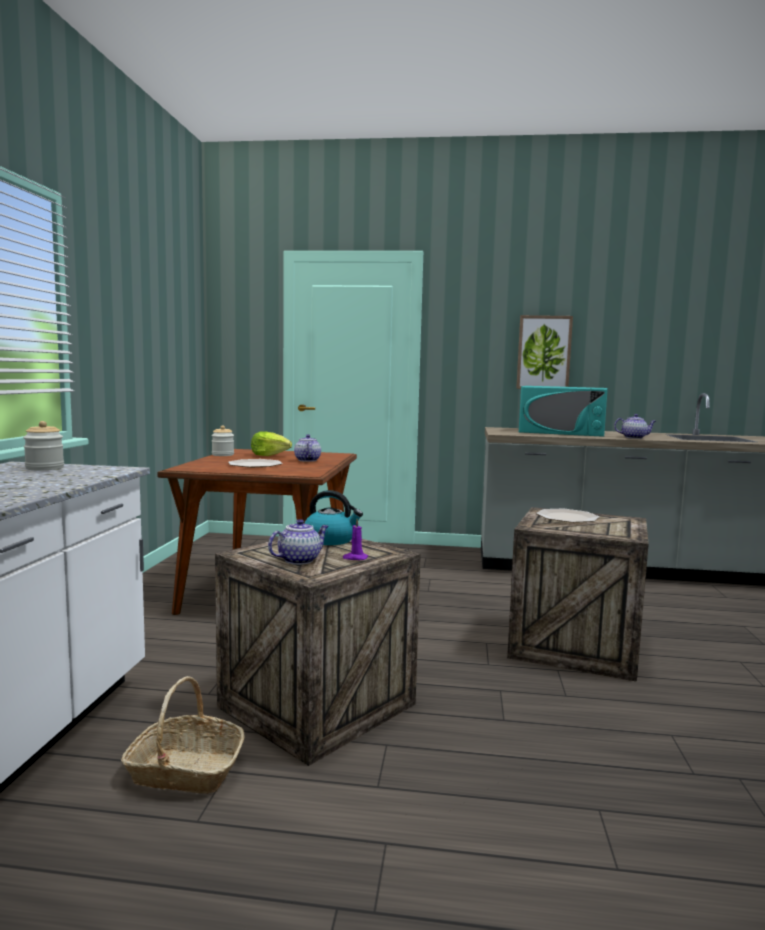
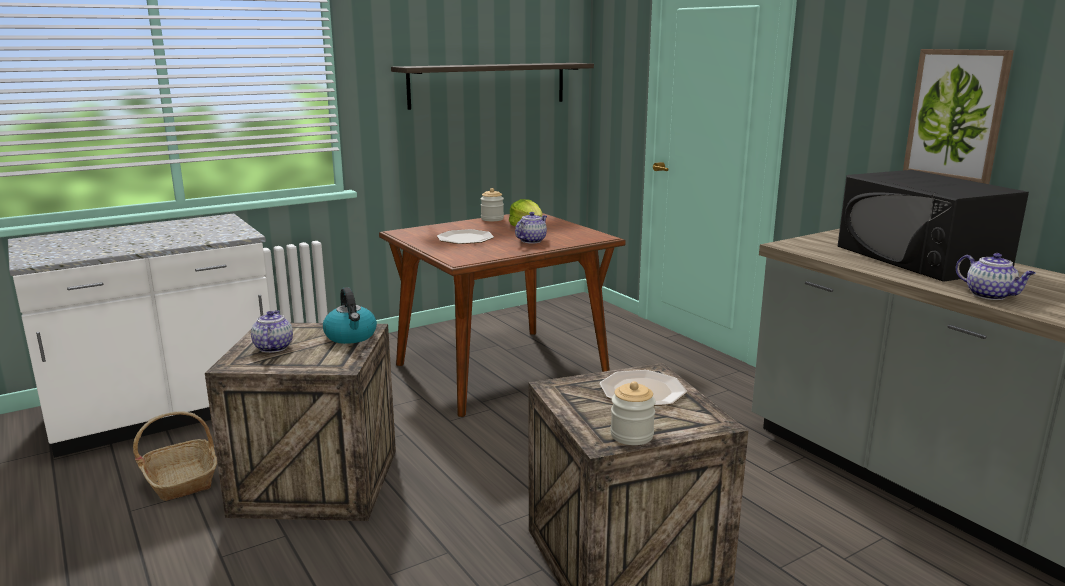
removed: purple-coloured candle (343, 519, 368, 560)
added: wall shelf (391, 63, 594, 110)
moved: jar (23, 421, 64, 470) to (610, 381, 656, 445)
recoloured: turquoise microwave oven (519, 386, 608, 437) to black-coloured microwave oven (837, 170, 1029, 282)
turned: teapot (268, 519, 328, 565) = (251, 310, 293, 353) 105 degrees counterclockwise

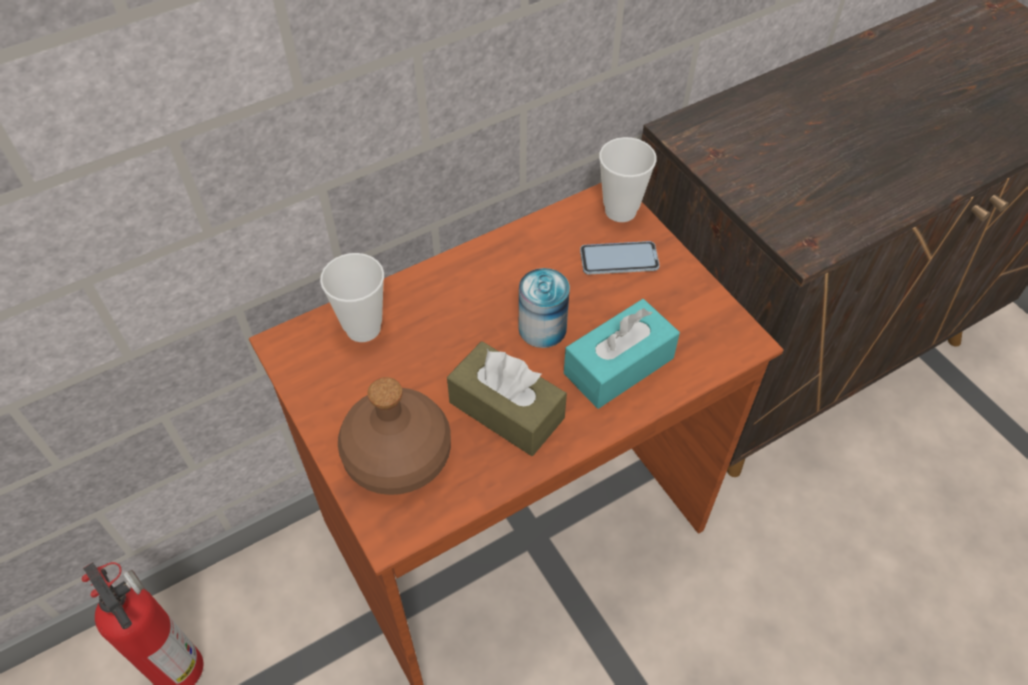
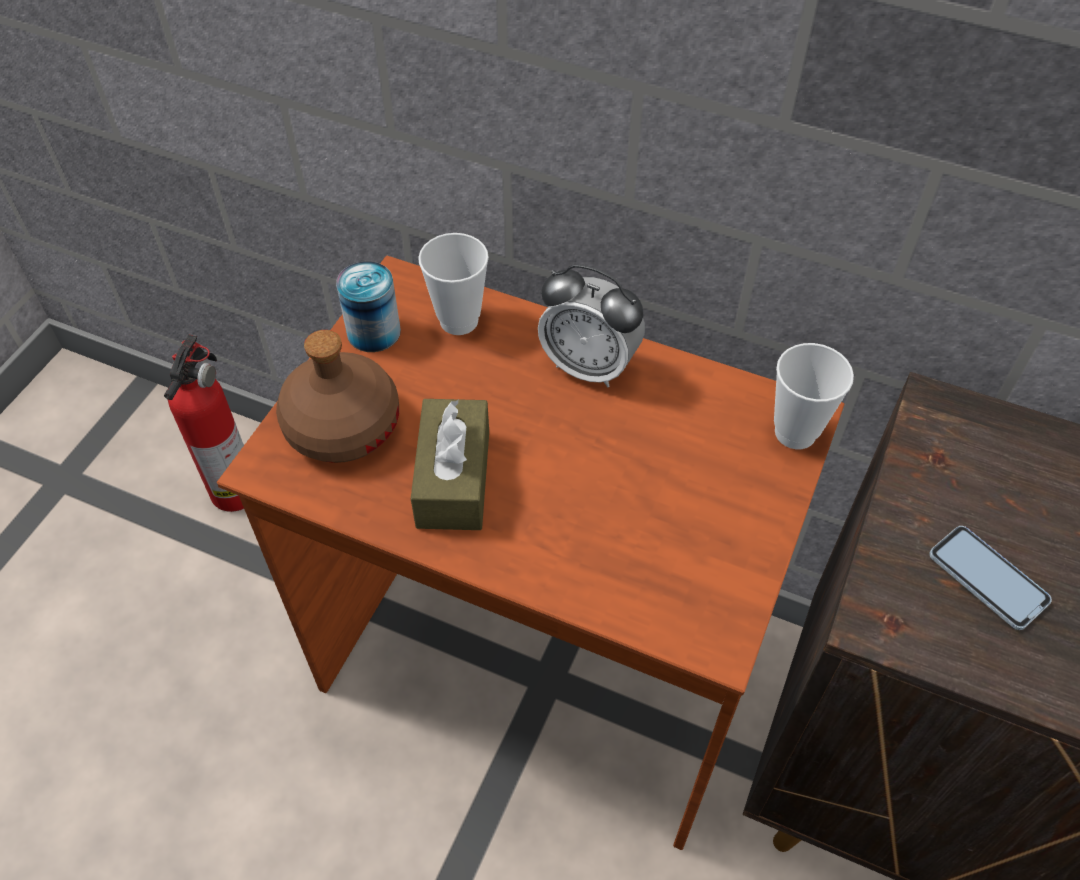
removed: turquoise tissue holder (564, 299, 680, 409)
added: table clock (538, 264, 645, 387)
moved: metal can (519, 268, 570, 348) to (336, 261, 401, 352); phone (580, 241, 660, 275) to (929, 526, 1052, 630)

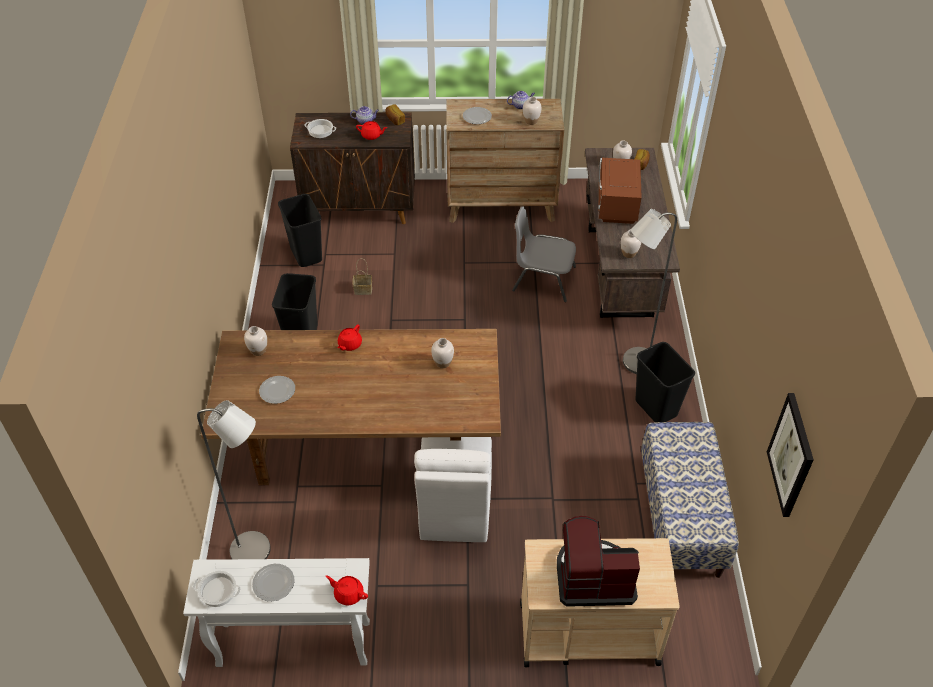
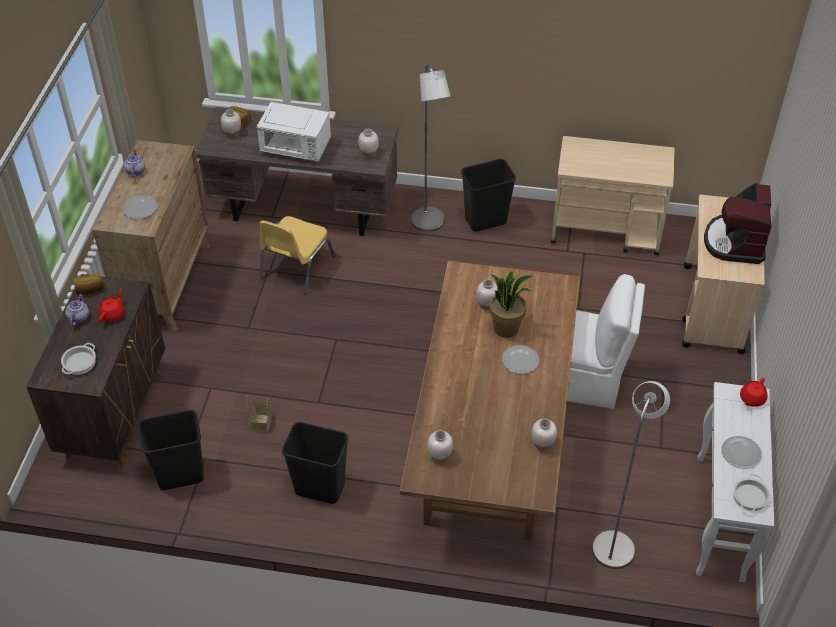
removed: reddish teapot (338, 324, 362, 351); wall art (767, 393, 814, 517)
added: plant in a pot (490, 272, 533, 338)
moved: flat dish (259, 376, 295, 404) to (502, 345, 539, 374); white vase (523, 97, 541, 125) to (531, 419, 557, 451)
replaced: indoor bench (641, 422, 739, 578) to beige-coloured wheeled cart (551, 136, 675, 255)
recoloured: greyish chair (512, 206, 576, 302) to yellow-coloured chair (259, 216, 336, 294); brown microwave oven (598, 158, 642, 224) to white microwave oven (256, 102, 331, 162)

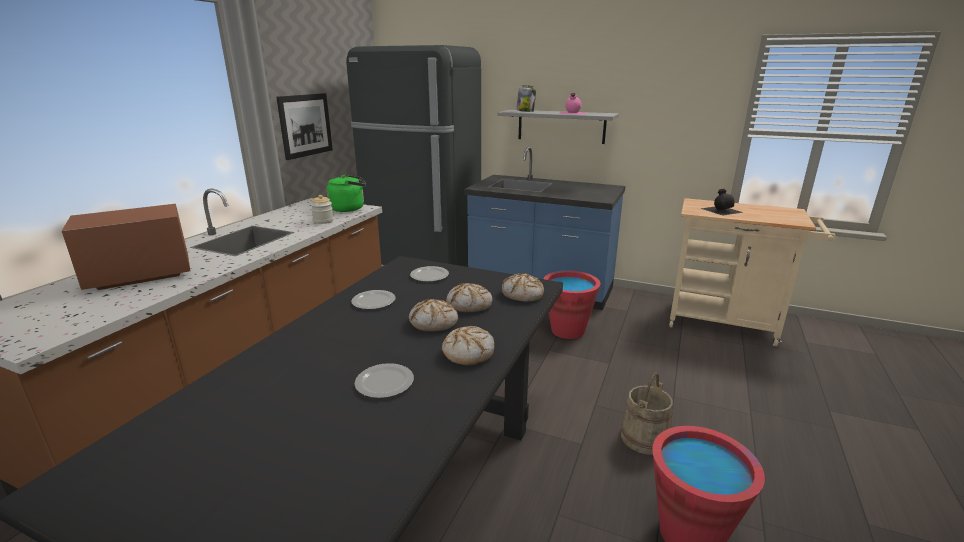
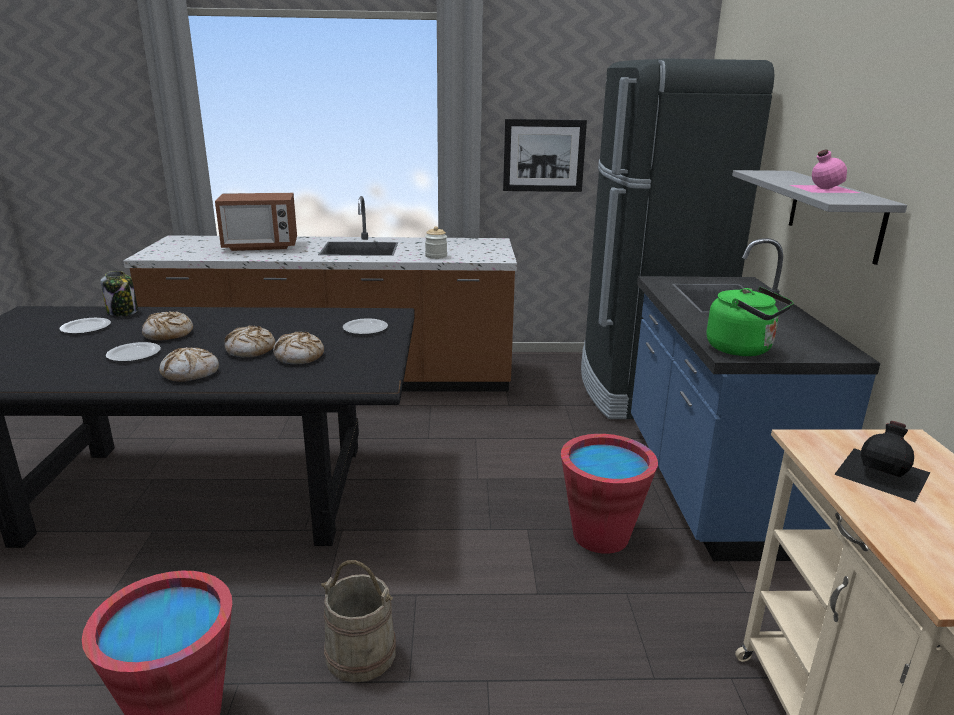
moved: green water kettle (326, 174, 366, 212) to (706, 287, 793, 356); flat dish (351, 290, 396, 309) to (60, 318, 111, 334); baked bread (502, 273, 544, 302) to (142, 311, 193, 341); jar (516, 85, 536, 112) to (100, 271, 138, 316)
turned: microwave oven (62, 204, 190, 290) = (215, 193, 297, 251) 135 degrees clockwise

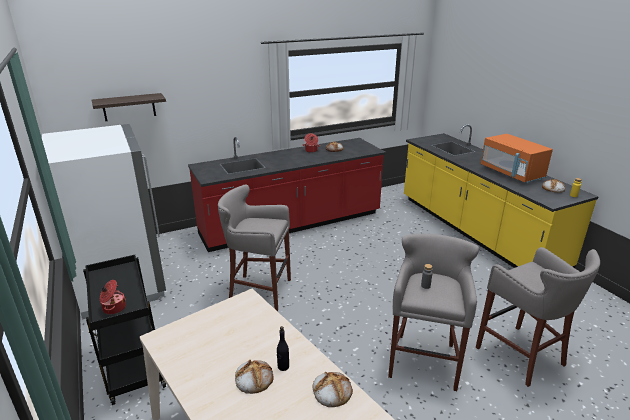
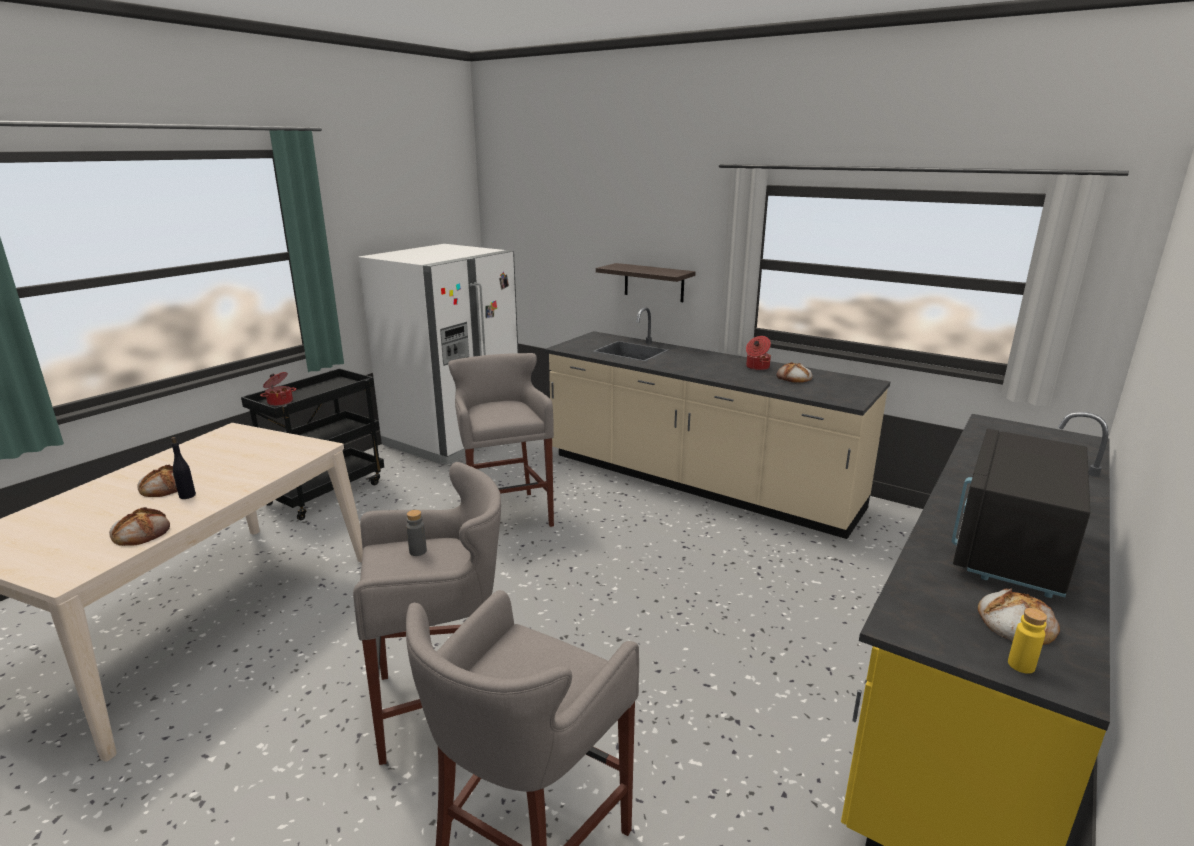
moved: wall shelf (92, 93, 166, 121) to (596, 263, 696, 302)
recoloured: reddish counter (188, 137, 386, 252) to beige-coloured counter (545, 307, 890, 539); orange microwave oven (481, 134, 553, 183) to black-coloured microwave oven (952, 429, 1090, 598)

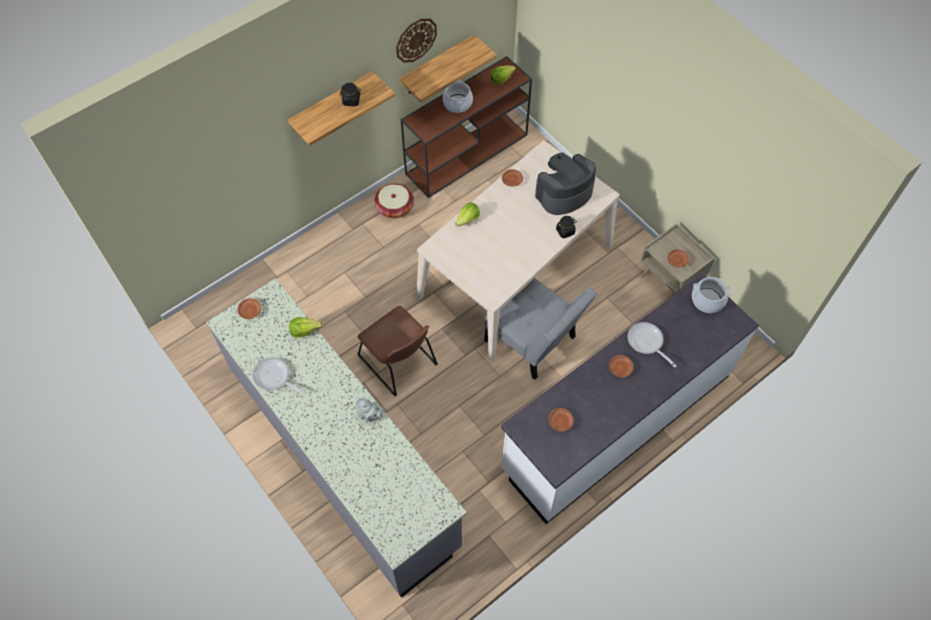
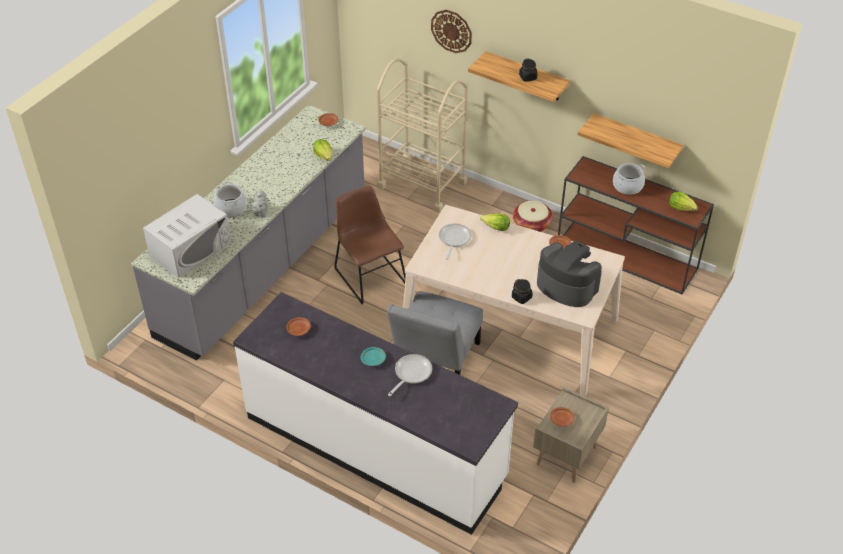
added: white microwave oven (143, 194, 231, 278); beige-coloured wheeled cart (377, 58, 468, 213)
moved: pan (253, 357, 305, 394) to (439, 223, 472, 260); wall clock (396, 19, 437, 63) to (431, 10, 472, 53); saucepot (692, 277, 733, 313) to (214, 181, 247, 217)
recoloured: brown flat dish (609, 355, 633, 378) to turquoise flat dish (361, 347, 386, 366)
turned: brown chair (357, 306, 438, 396) = (334, 185, 406, 304) 120 degrees clockwise

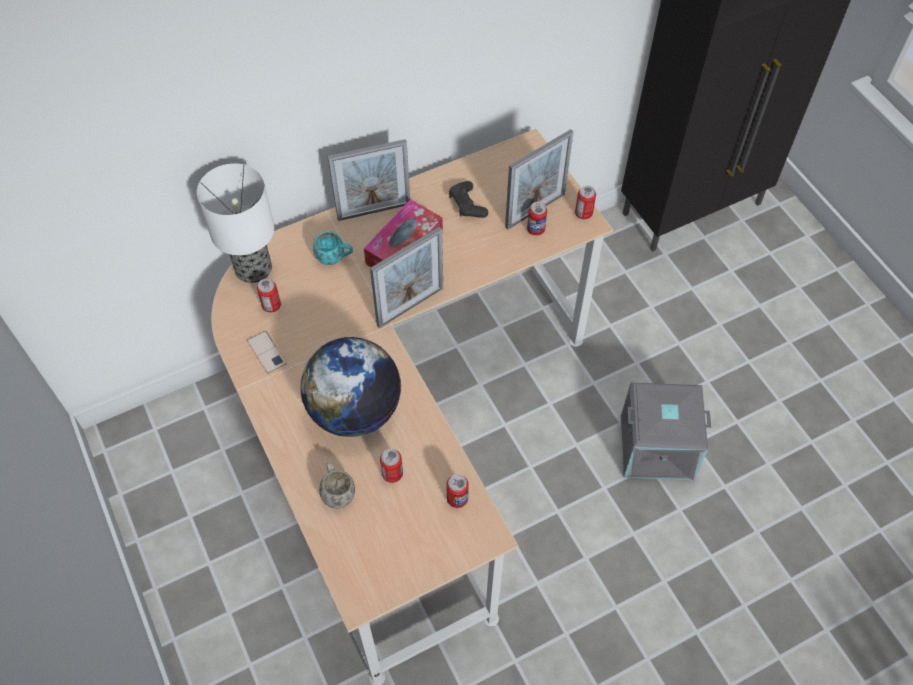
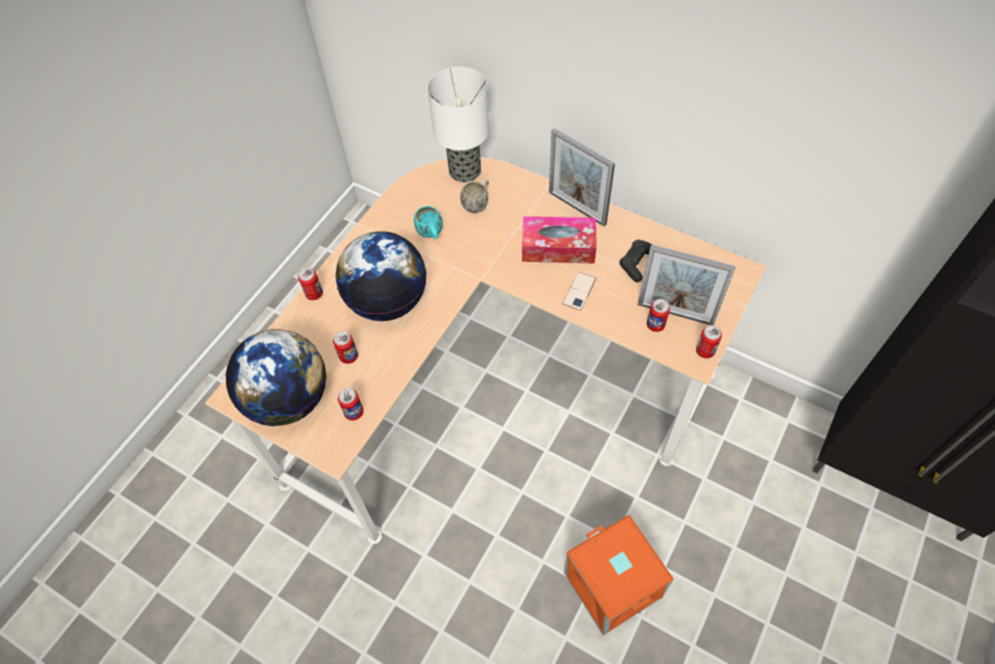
removed: picture frame (370, 227, 443, 328)
added: desk globe (226, 329, 326, 426)
moved: phone (247, 331, 287, 374) to (562, 272, 596, 311); metal can (257, 279, 281, 313) to (298, 268, 323, 300); turquoise tea mug (313, 231, 353, 265) to (414, 206, 443, 239); white tea mug (319, 462, 355, 509) to (460, 179, 489, 213)
recoloured: greyish storage box (621, 383, 711, 480) to orange storage box (564, 515, 674, 635)

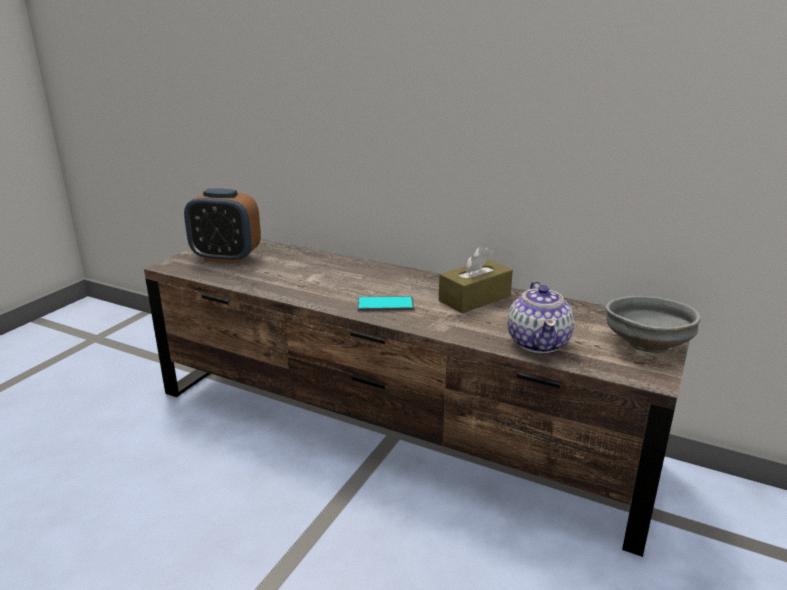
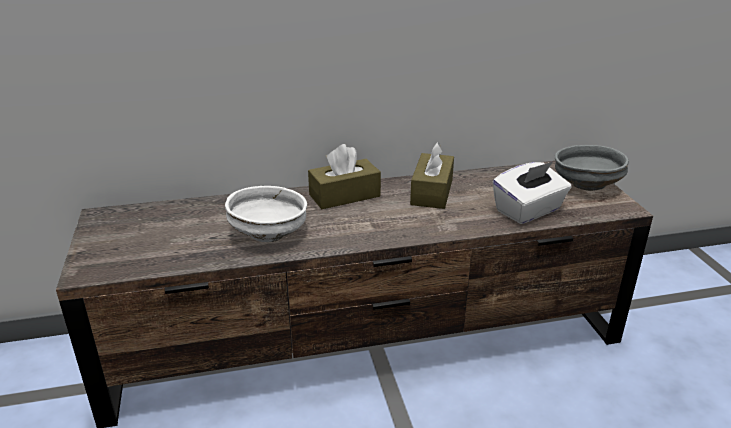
removed: table clock (184, 188, 261, 263); phone (358, 296, 414, 311)
added: white deep dish (225, 186, 307, 242); brown tissue holder (308, 144, 381, 209)
replaced: teapot (507, 281, 574, 353) to white tissue holder (493, 162, 571, 224)

